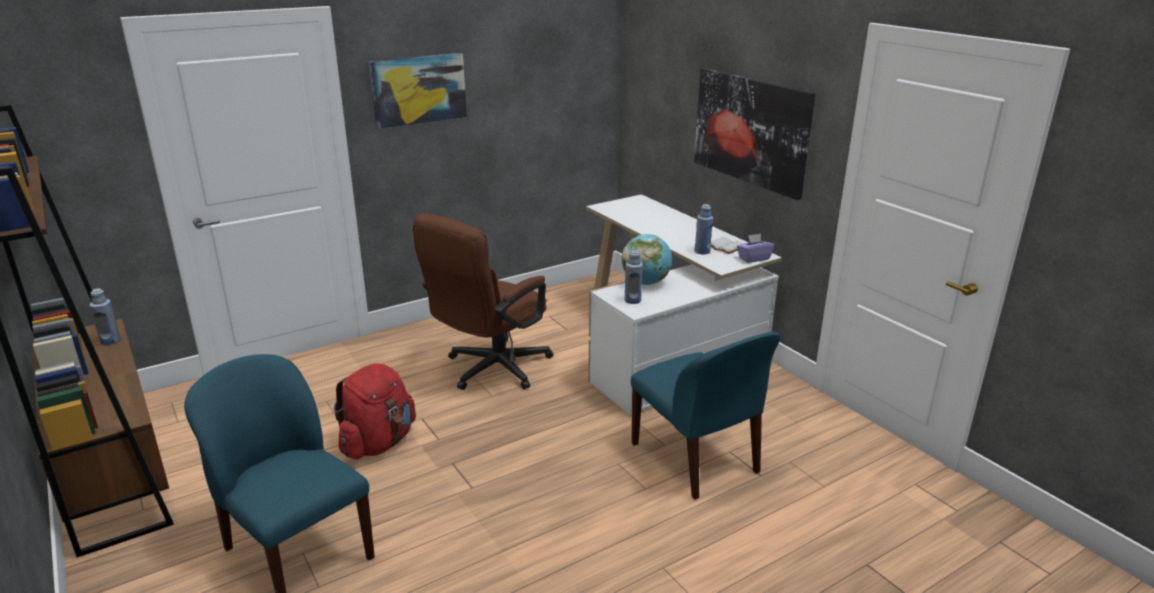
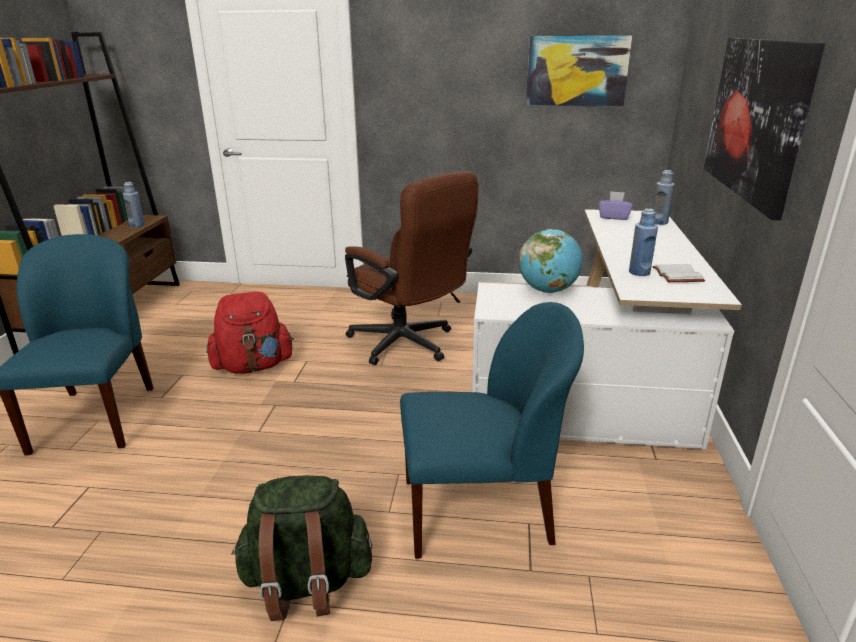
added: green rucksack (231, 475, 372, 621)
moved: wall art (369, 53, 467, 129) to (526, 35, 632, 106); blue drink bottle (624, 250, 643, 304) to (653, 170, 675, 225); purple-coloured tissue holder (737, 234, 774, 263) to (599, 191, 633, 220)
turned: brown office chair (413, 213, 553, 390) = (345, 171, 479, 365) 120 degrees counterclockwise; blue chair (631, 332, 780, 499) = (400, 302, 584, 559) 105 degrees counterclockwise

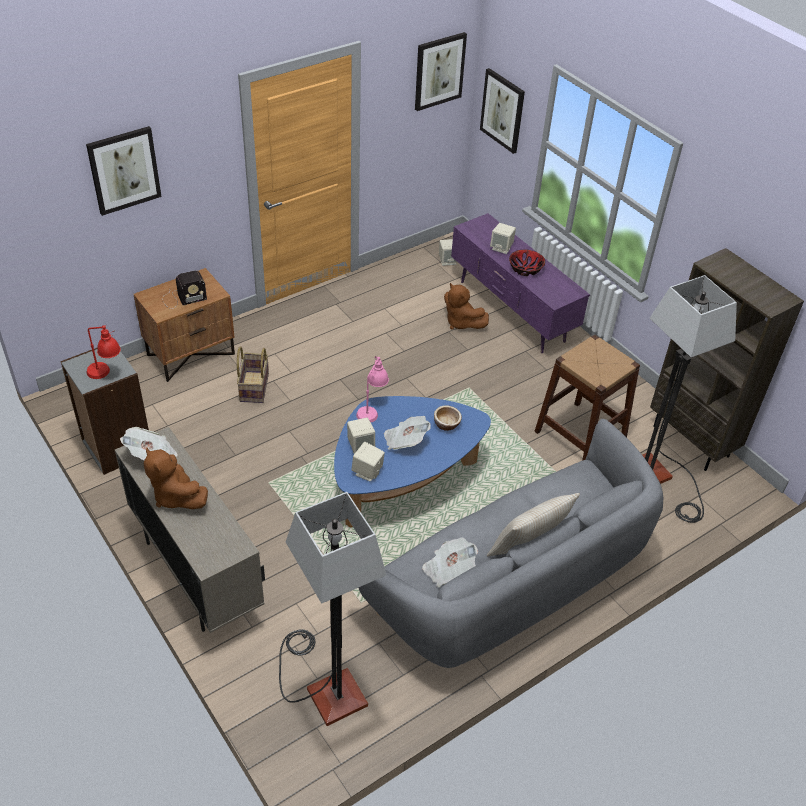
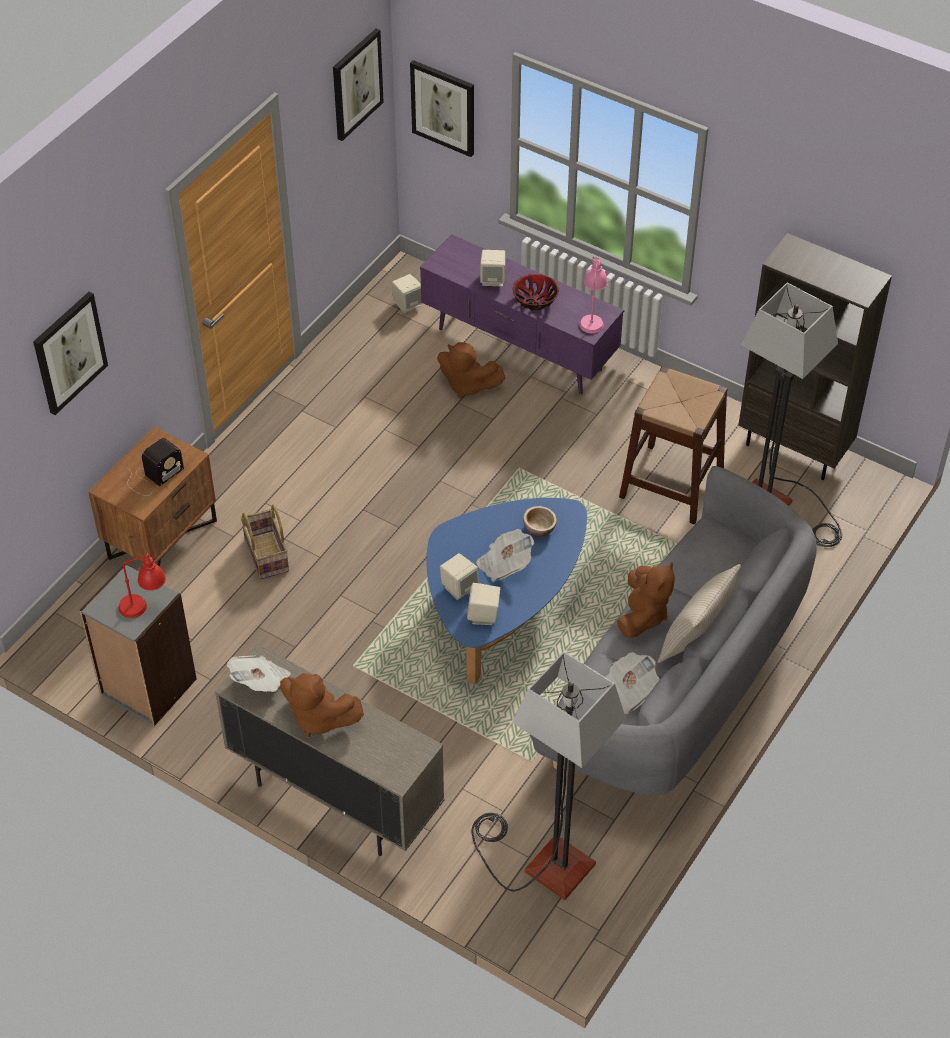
added: brown soft toy (617, 562, 675, 638)
moved: pinkish tabletop lamp (356, 356, 389, 423) to (579, 256, 608, 333)

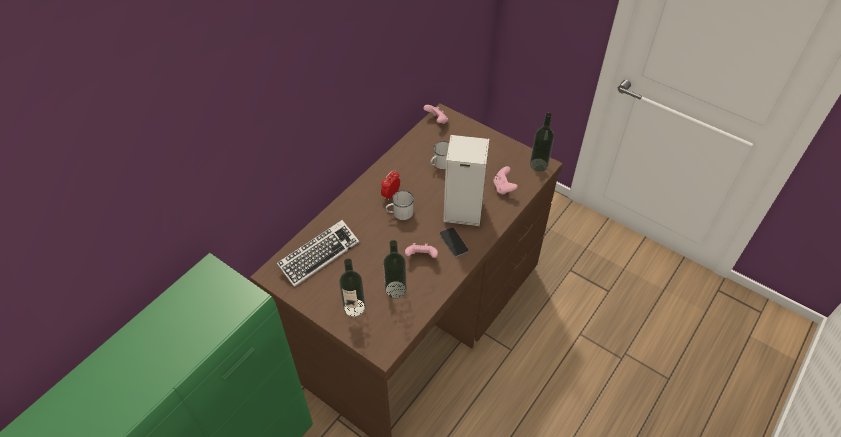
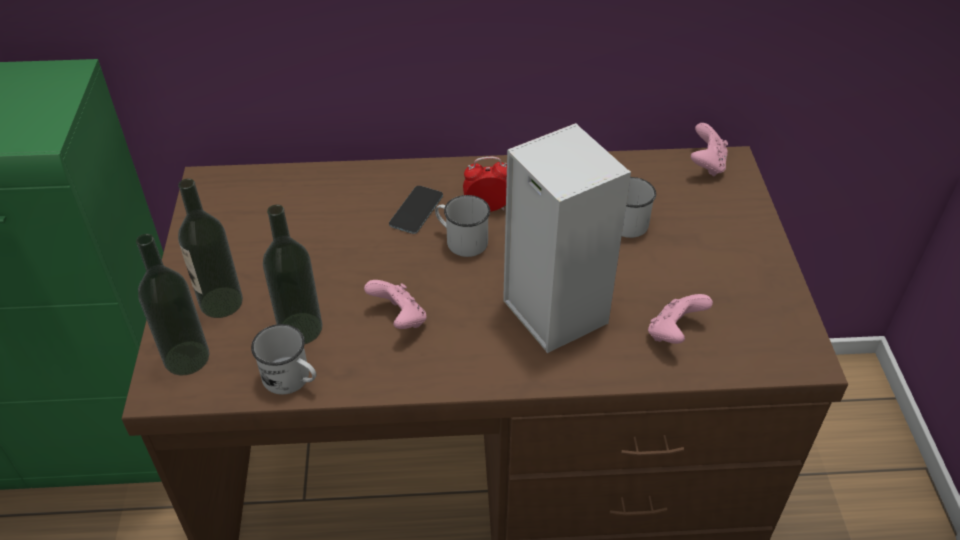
removed: PC keyboard (276, 220, 359, 287)
added: white tea mug (251, 324, 316, 395)
moved: phone (440, 227, 468, 257) to (389, 186, 443, 234); drink bottle (530, 112, 554, 171) to (136, 234, 209, 375)

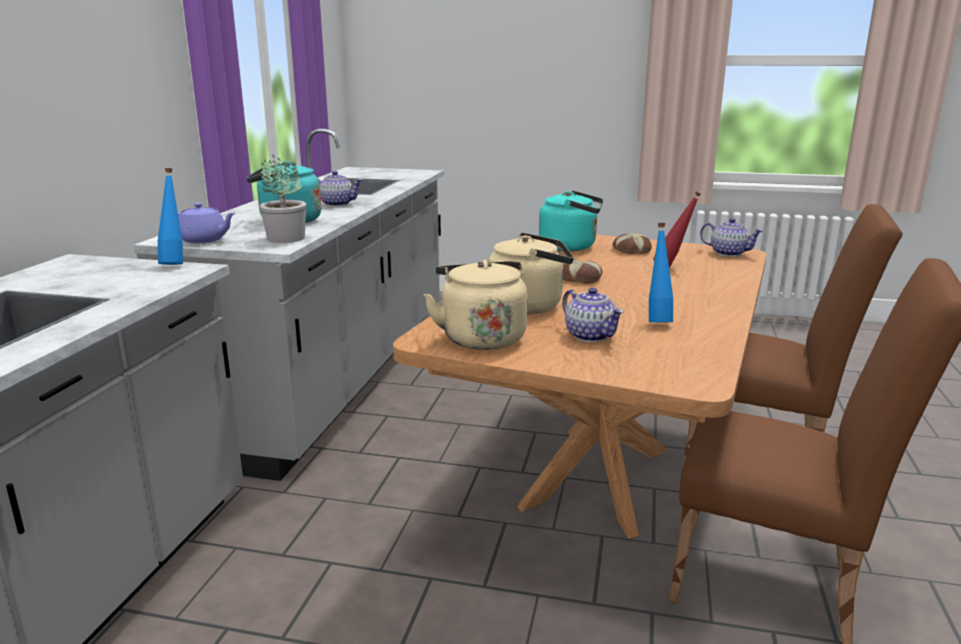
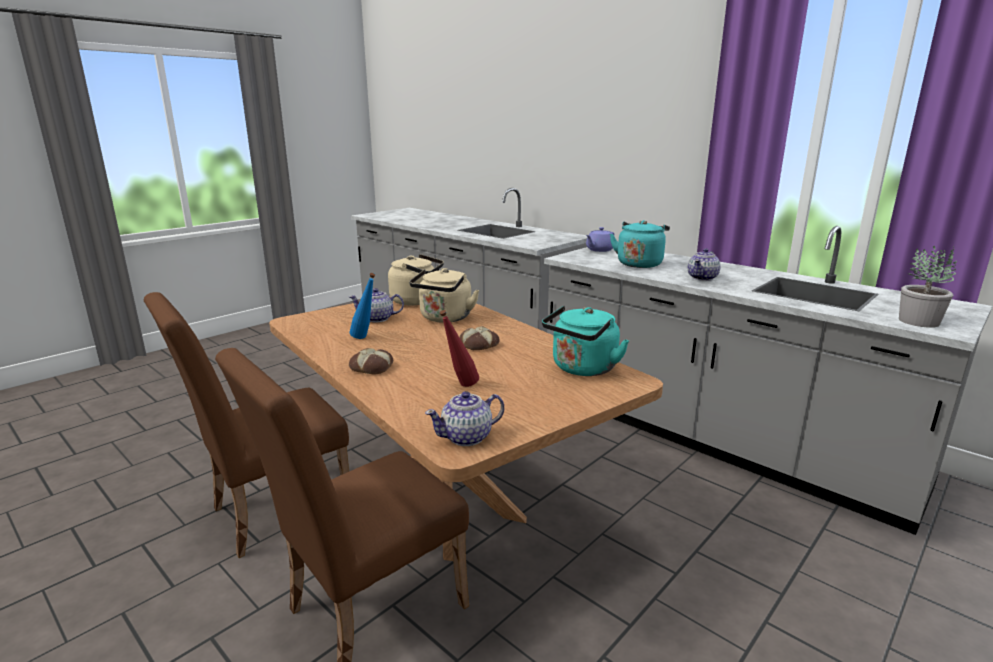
removed: blue drink bottle (158, 168, 183, 265)
moved: plant in a pot (260, 154, 306, 243) to (899, 246, 957, 328); baked bread (613, 233, 652, 254) to (349, 348, 393, 375)

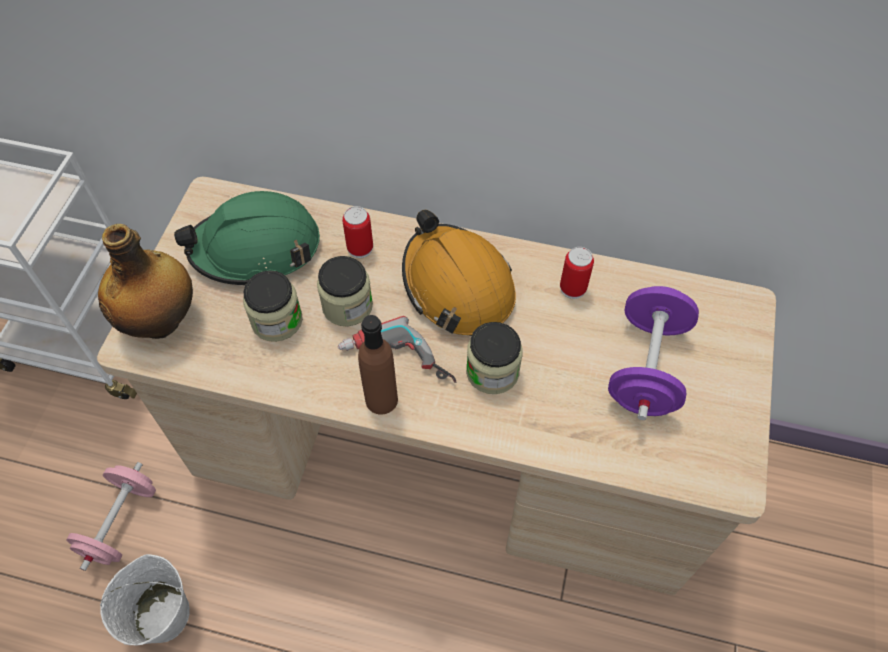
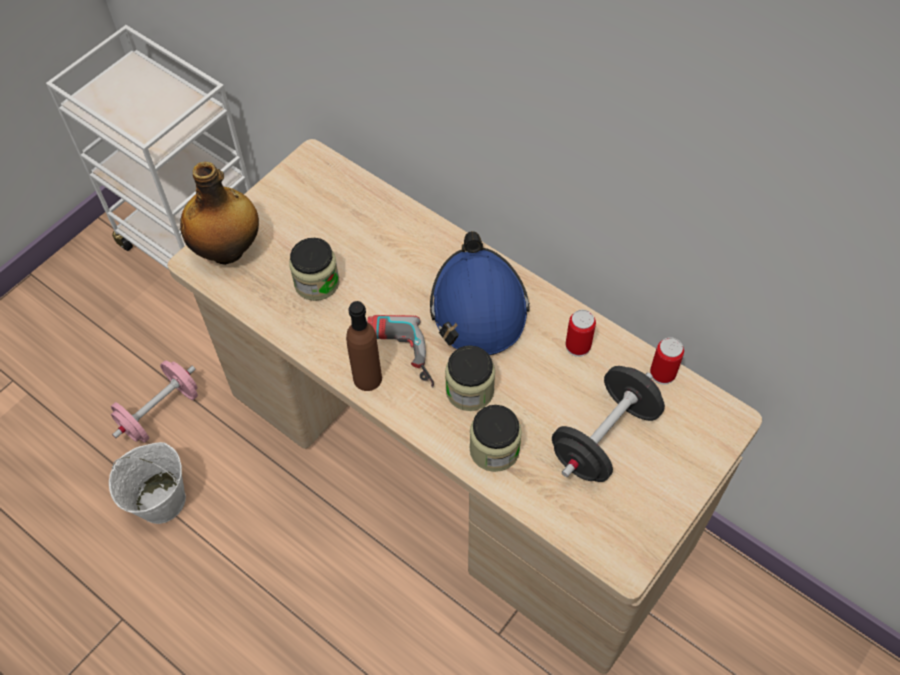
removed: green hard hat (174, 191, 320, 285)
moved: jar (317, 256, 373, 326) to (470, 405, 522, 472); metal can (342, 206, 373, 258) to (650, 337, 684, 385)
recoloured: orange hard hat (402, 210, 516, 336) to blue hard hat (430, 231, 530, 355); purple-coloured hand weight (608, 286, 699, 420) to black-coloured hand weight (552, 366, 665, 482)

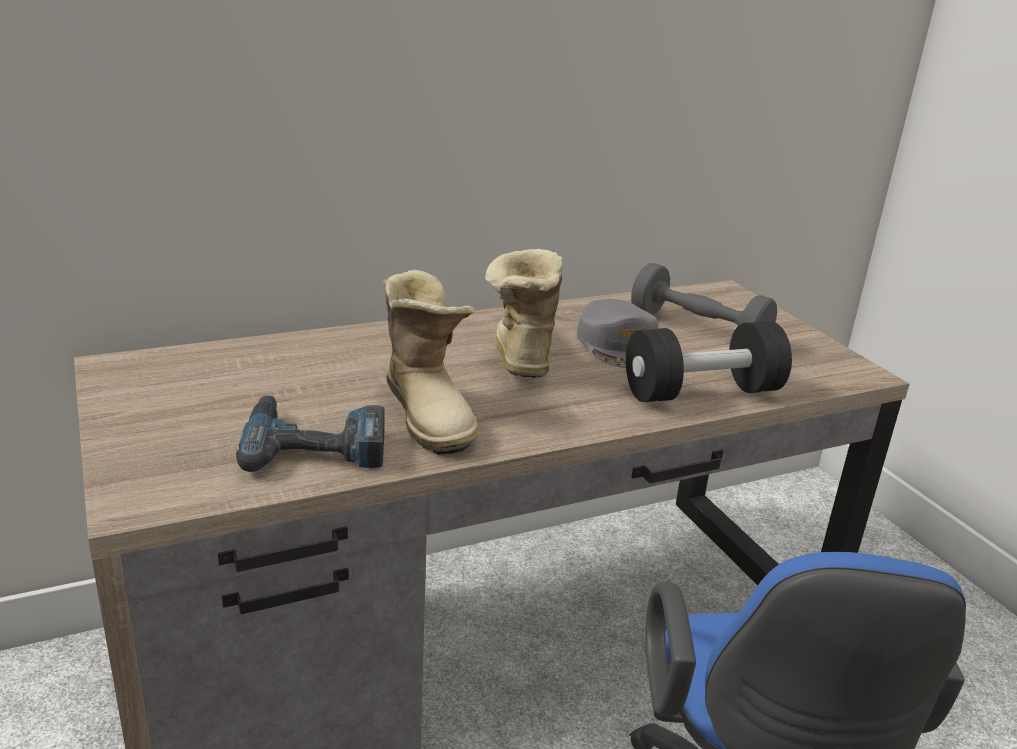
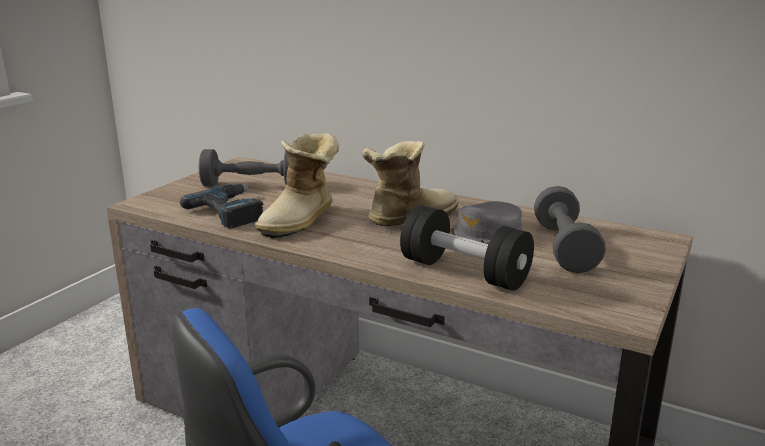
added: greyish hand weight (199, 149, 289, 186)

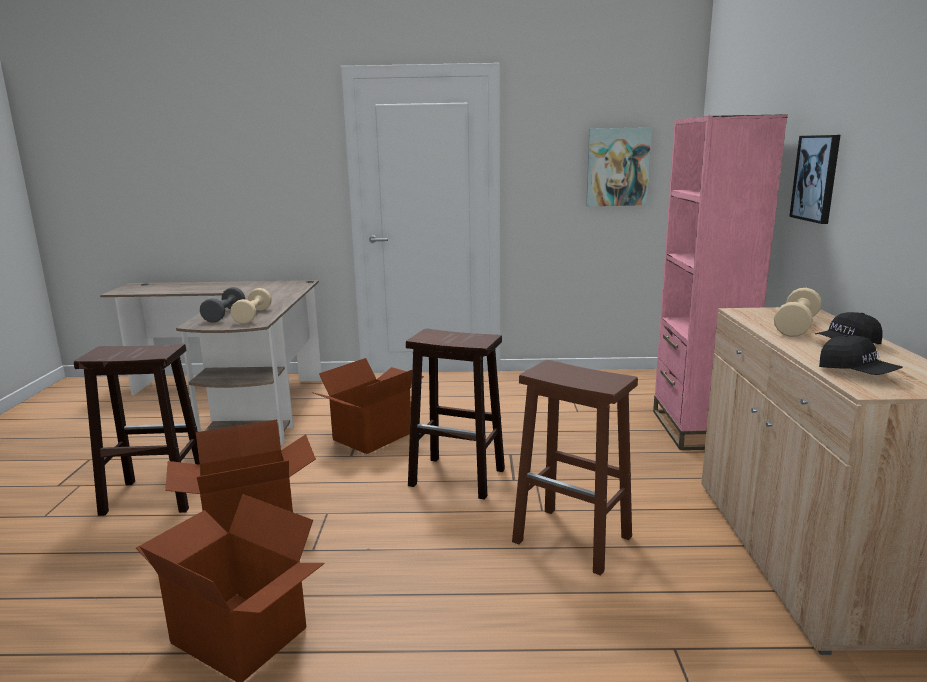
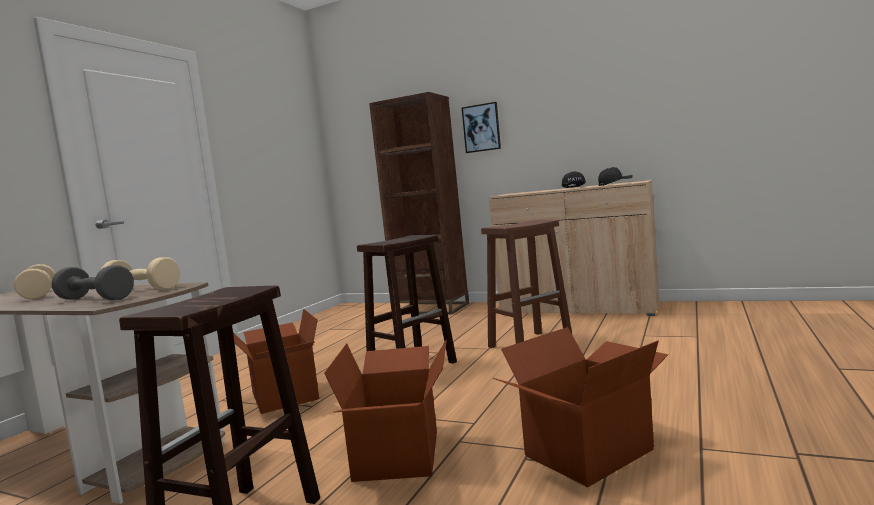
removed: wall art (586, 127, 652, 206)
moved: beige-coloured hand weight (774, 288, 822, 337) to (14, 264, 56, 299)
recoloured: pinkish bookcase (653, 114, 788, 450) to brown bookcase (369, 92, 469, 315)

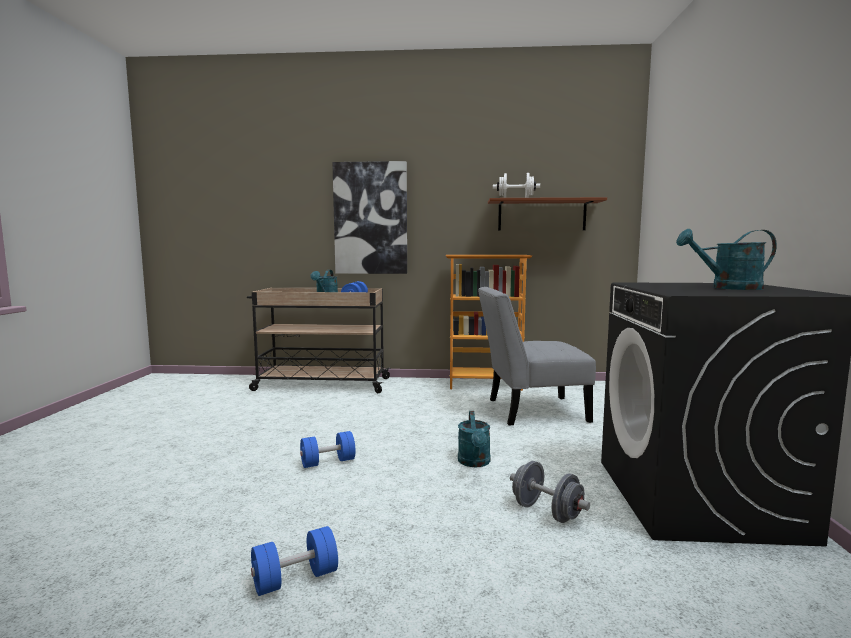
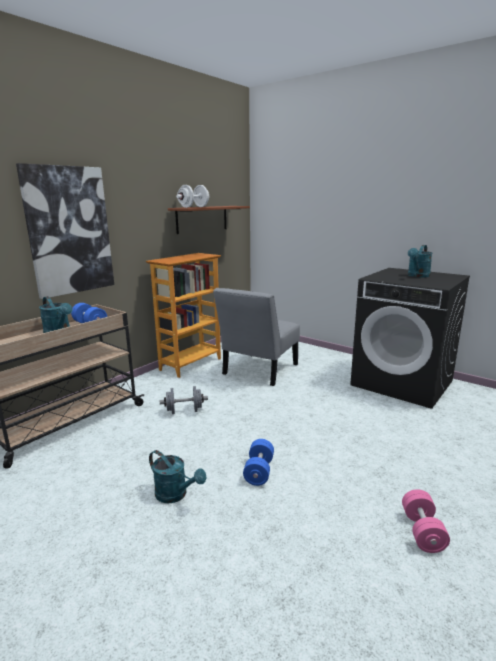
moved: turquoise sprinkling can (458, 411, 490, 467) to (149, 450, 207, 503); greyish hand weight (510, 461, 590, 523) to (160, 386, 208, 414)
recoloured: blue hand weight (251, 526, 338, 596) to pinkish hand weight (402, 489, 450, 553)

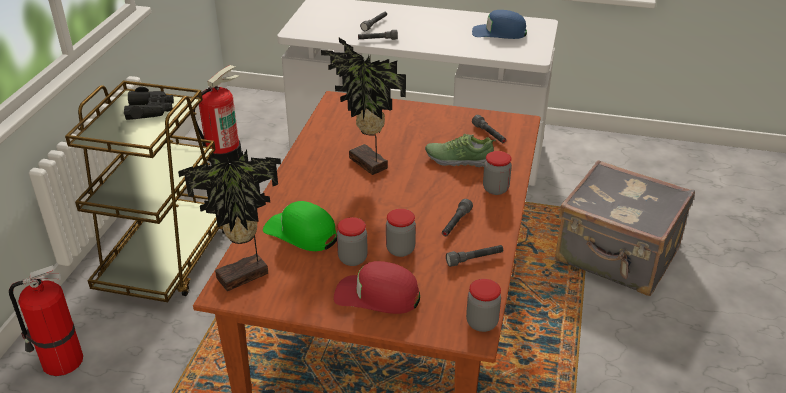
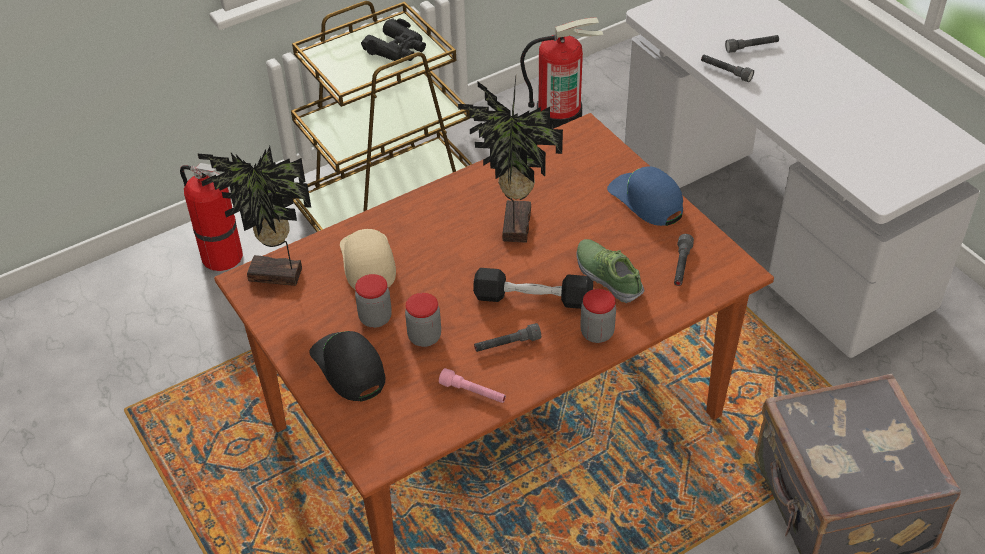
removed: jar (466, 279, 501, 332)
added: black-coloured hand weight (473, 268, 593, 309)
moved: blue baseball cap (472, 10, 527, 39) to (607, 167, 683, 226)
recoloured: green baseball cap (263, 201, 337, 251) to beige-coloured baseball cap (340, 229, 396, 290); reddish baseball cap (334, 261, 420, 314) to black-coloured baseball cap (309, 331, 385, 402); greyish hand torch (446, 245, 503, 267) to pinkish hand torch (439, 368, 506, 403)

